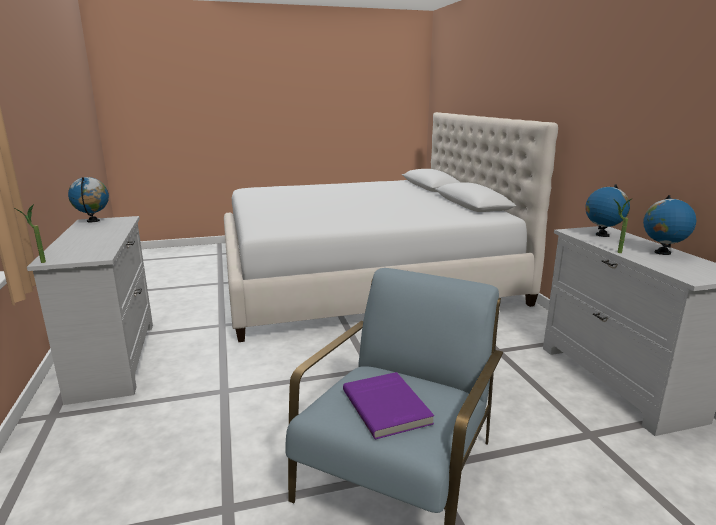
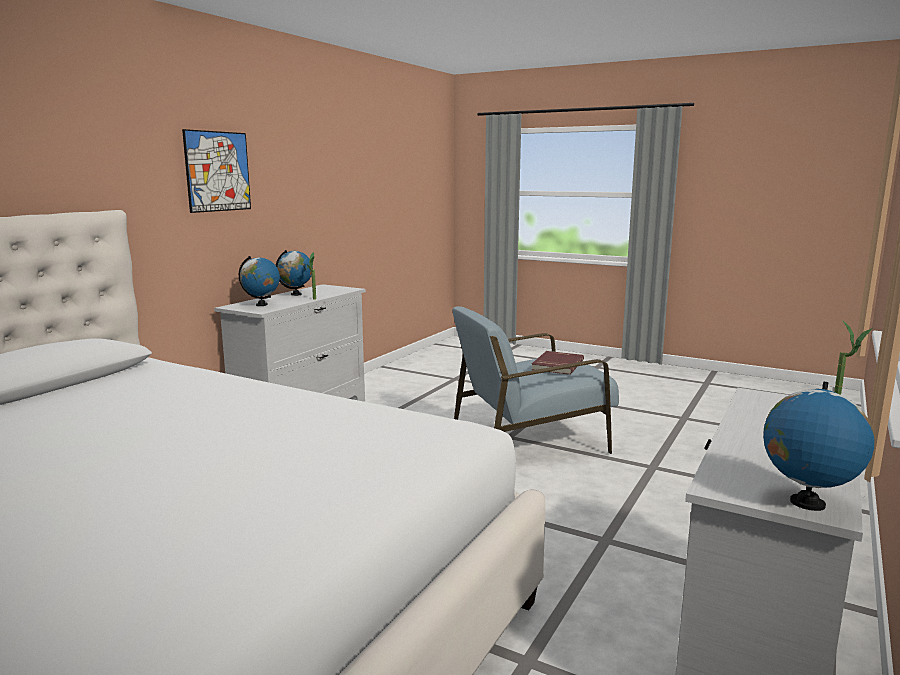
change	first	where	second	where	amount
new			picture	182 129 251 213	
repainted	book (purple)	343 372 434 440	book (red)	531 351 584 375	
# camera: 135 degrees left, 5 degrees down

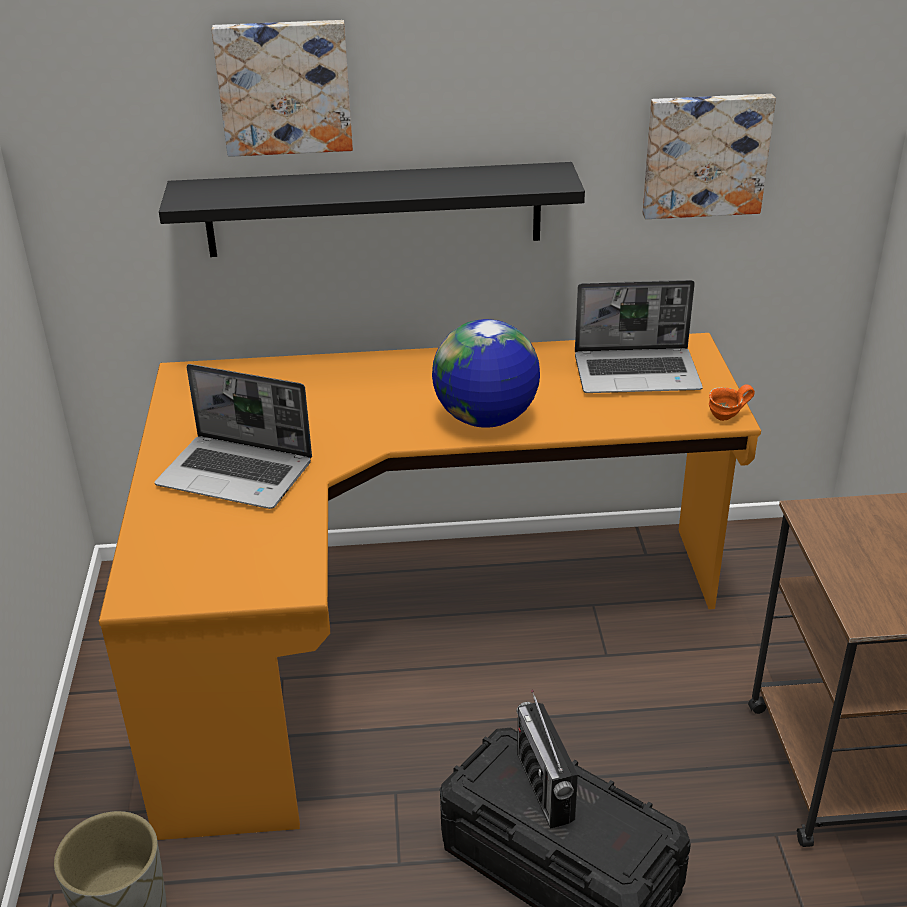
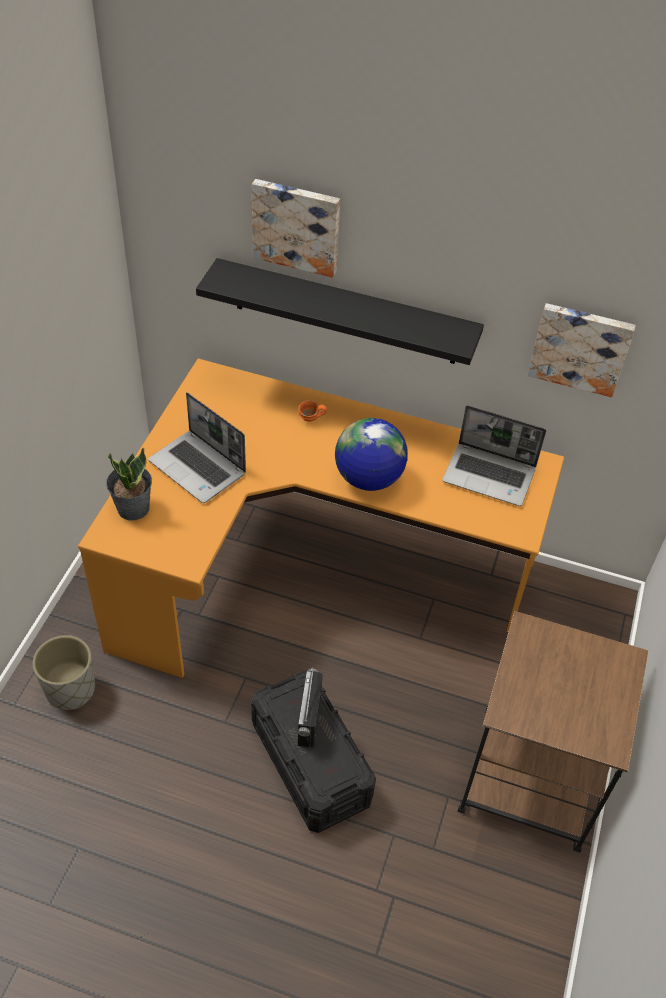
change	first	where	second	where	amount
new			potted plant	106 448 152 521	
shifted	mug (orange)	709 384 755 421		298 400 327 422	
# camera: 20 degrees right, 15 degrees up

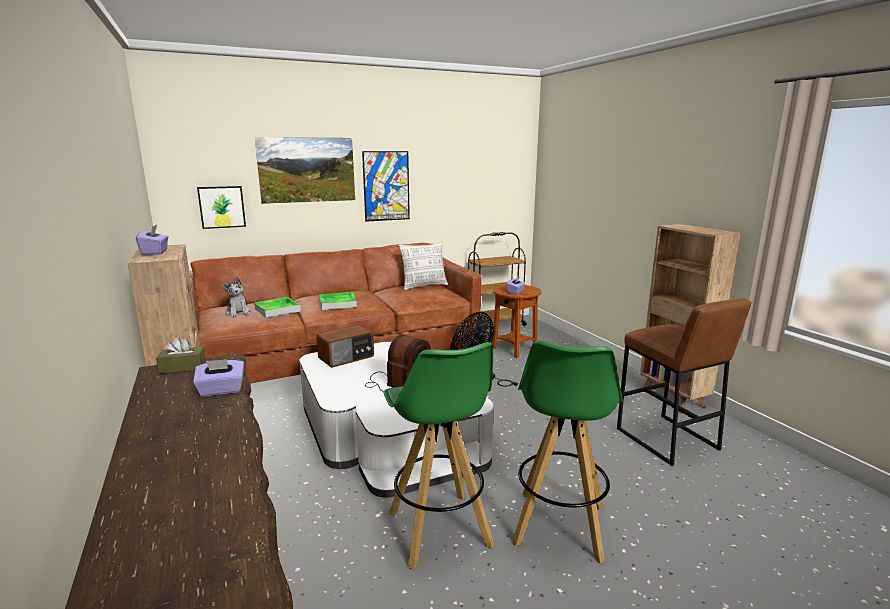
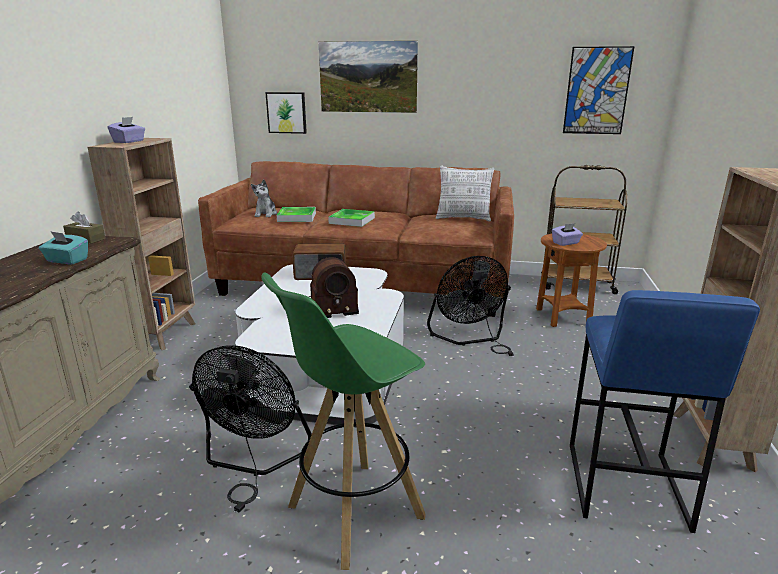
change	first	where	second	where	amount
shifted	picture	362 151 410 222		563 46 635 134	
swapped	stool (green)	383 342 494 570	fan (black)	189 345 312 512	
repainted	tissue box (purple)	193 359 244 397	tissue box (turquoise)	39 231 88 265	
repainted	stool (brown)	617 298 751 466	stool (blue)	570 290 760 533	
# camera: 35 degrees right, 5 degrees up

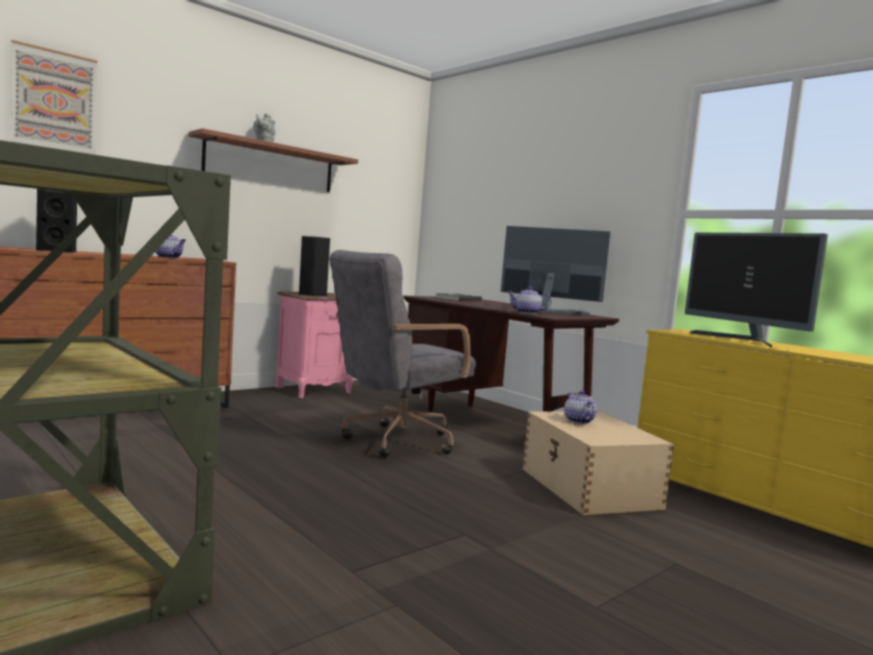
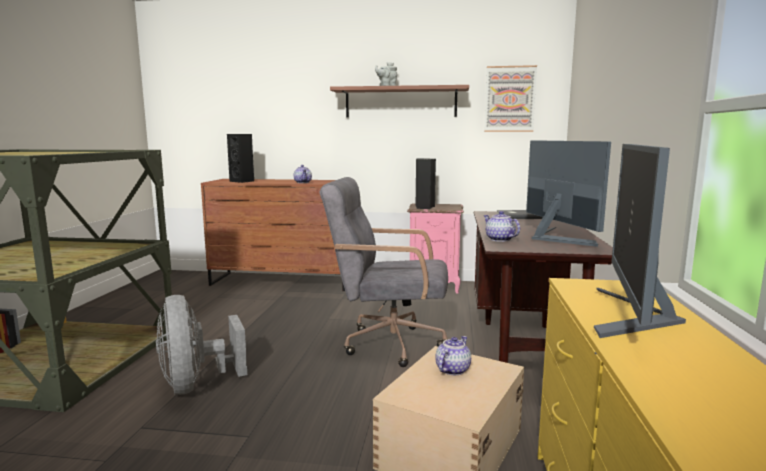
change	first	where	second	where	amount
new			fan (grey)	156 295 247 395	
shifted	picture	11 40 97 155		484 65 537 132	
# camera: 50 degrees right, 5 degrees up

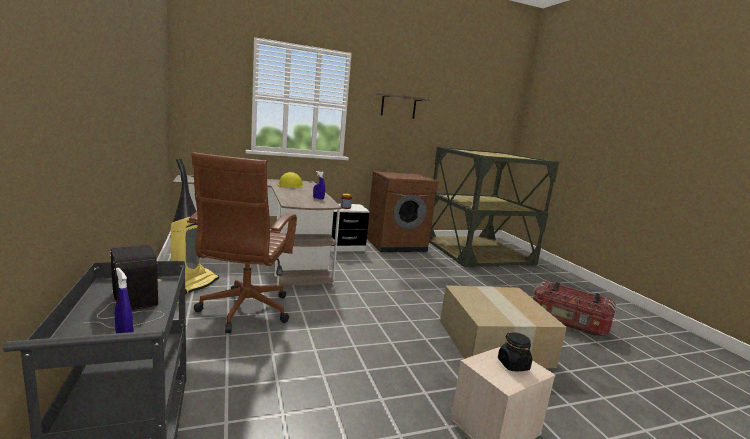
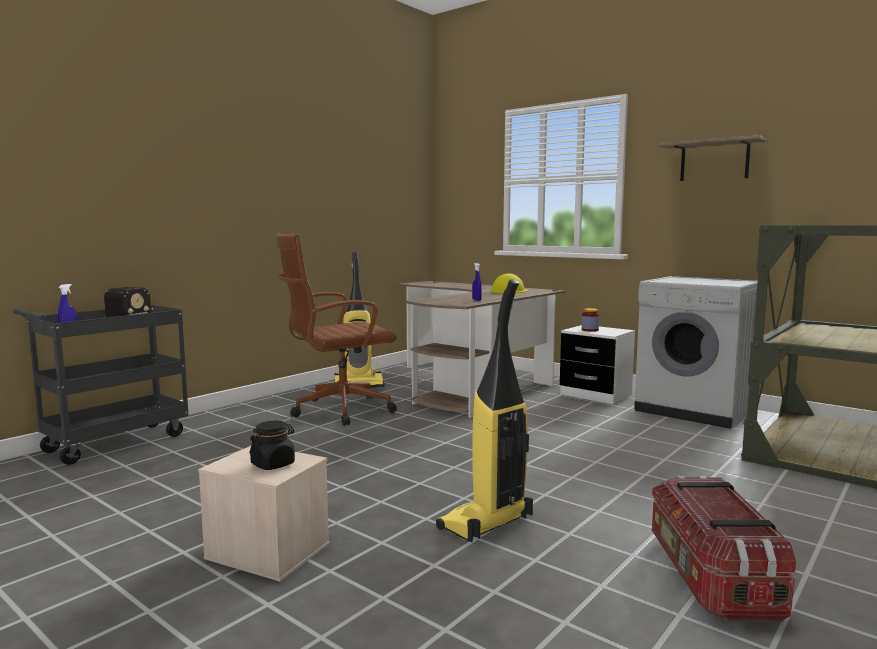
change	first	where	second	where	amount
swapped	cardboard box	440 285 567 368	vacuum cleaner	436 279 533 542	
repainted	washing machine (brown)	367 171 438 252	washing machine (white)	634 276 758 429	
# camera: 60 degrees right, 5 degrees down

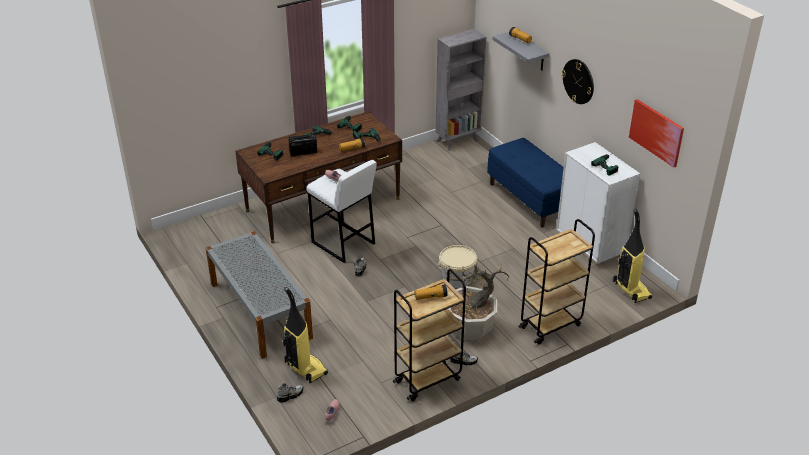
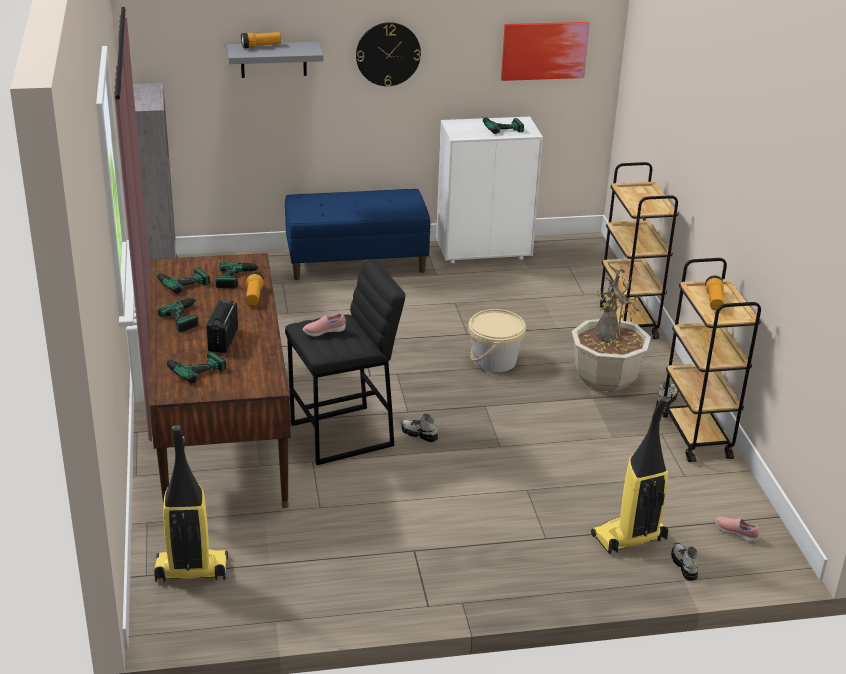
change	first	where	second	where	amount
gone	bench (grey)	206 231 313 359			
shifted	vacuum cleaner	613 209 652 303		154 425 228 582	
repainted	stool (white)	307 160 377 263	stool (black)	285 259 405 465	
# camera: 70 degrees left, 5 degrees down

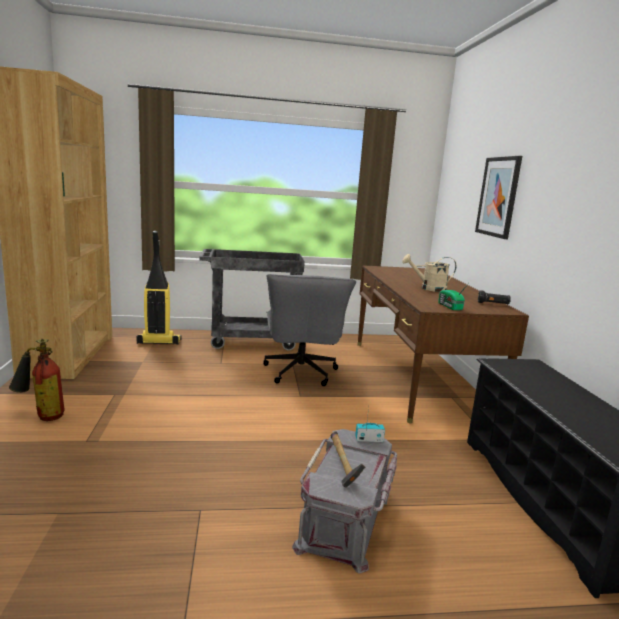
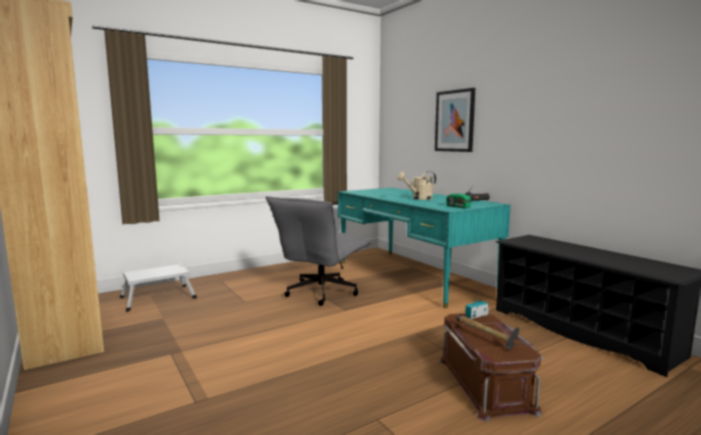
change	first	where	second	where	amount
gone	fire extinguisher	9 339 65 421			
gone	cart (grey)	200 249 305 350			
swapped	vacuum cleaner	136 231 182 345	step ladder (white)	120 264 197 312	
repainted	storage box (grey)	292 429 397 573	storage box (brown)	439 313 544 422	
repainted	desk (brown)	357 265 529 424	desk (turquoise)	338 188 511 308	
rotated	office chair (grey)	263 274 356 386		265 196 371 306	60 degrees clockwise
# camera: 25 degrees left, 5 degrees down

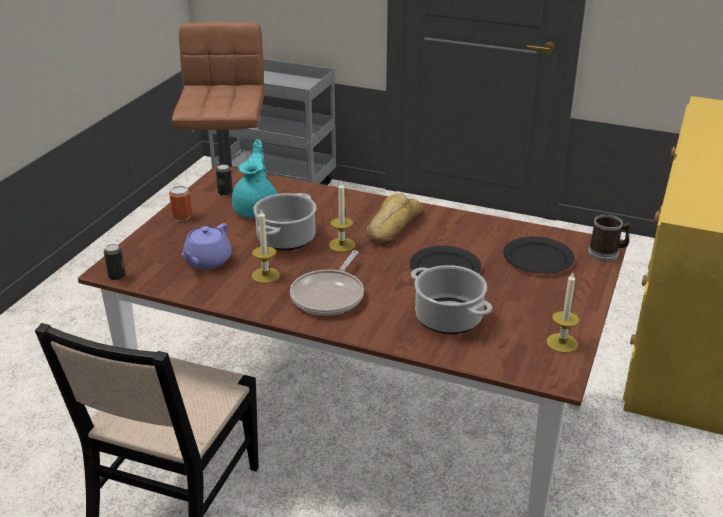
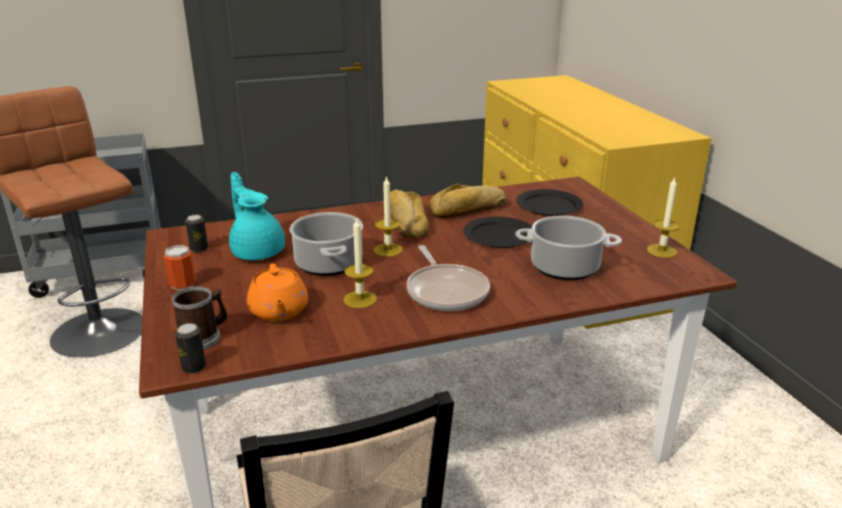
change	first	where	second	where	amount
new			bread	429 184 506 218	
shifted	mug	588 214 631 262		172 287 227 350	
repainted	teapot (purple)	181 223 232 269	teapot (orange)	247 264 308 321	
# camera: 40 degrees left, 5 degrees down

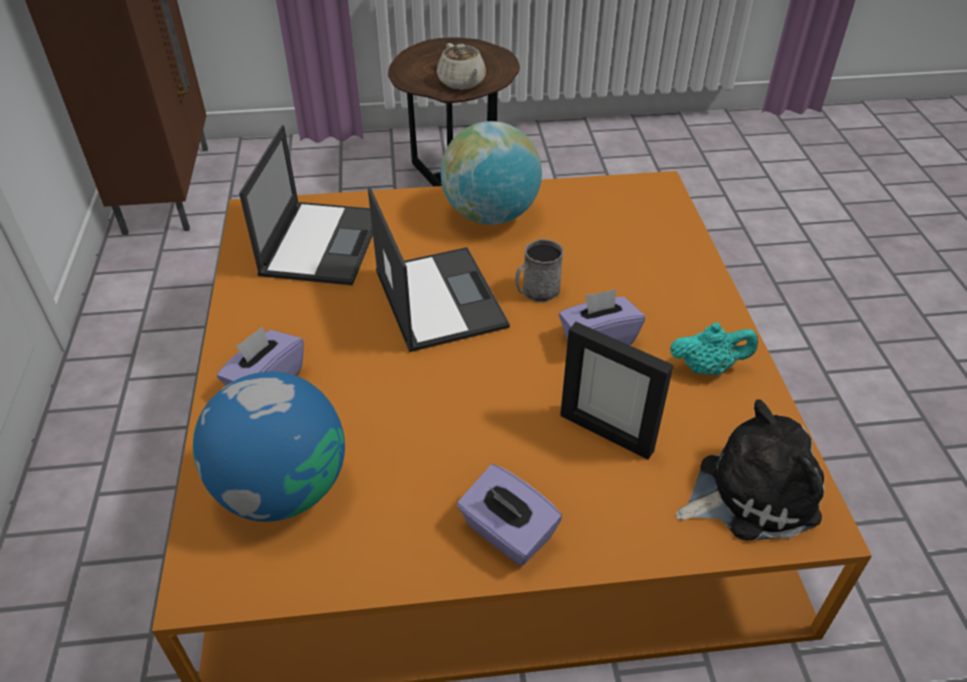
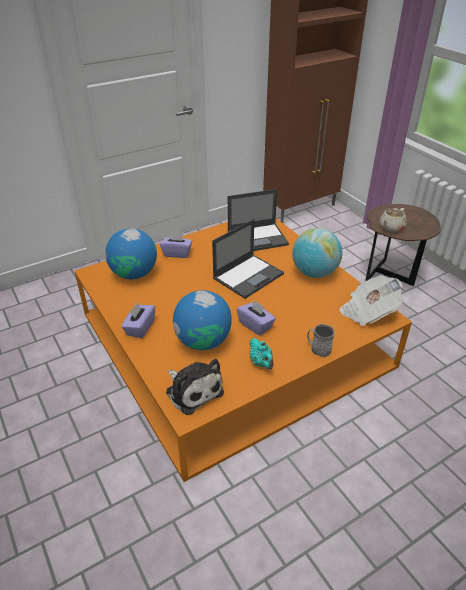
change	first	where	second	where	amount
new			newspaper	340 275 403 326	
shifted	mug (grey)	515 239 564 303		307 324 334 357	
swapped	picture frame	560 322 674 459	globe	173 290 232 350	
# camera: 65 degrees right, 5 degrees down

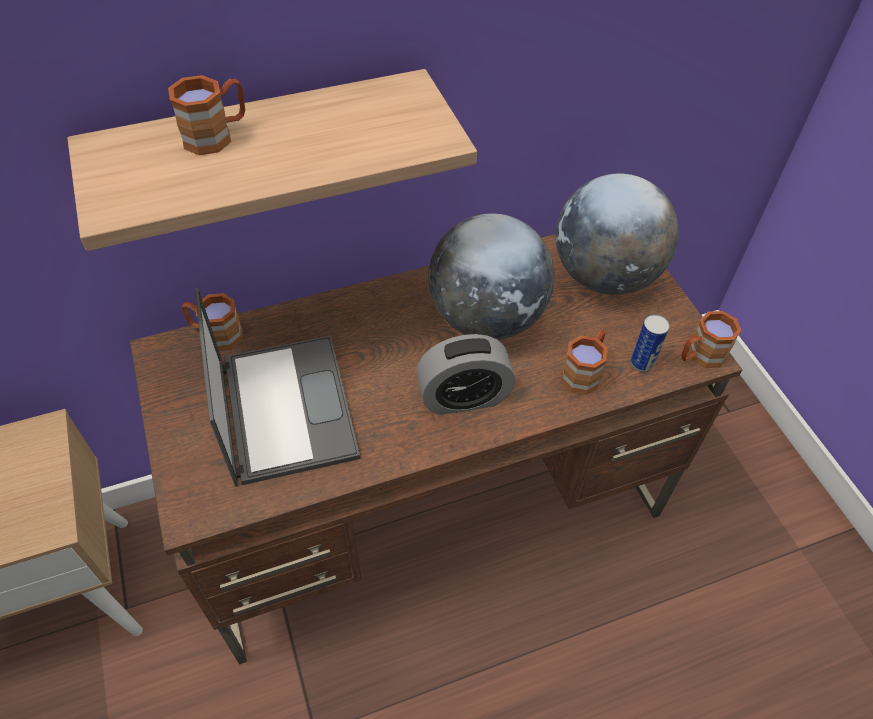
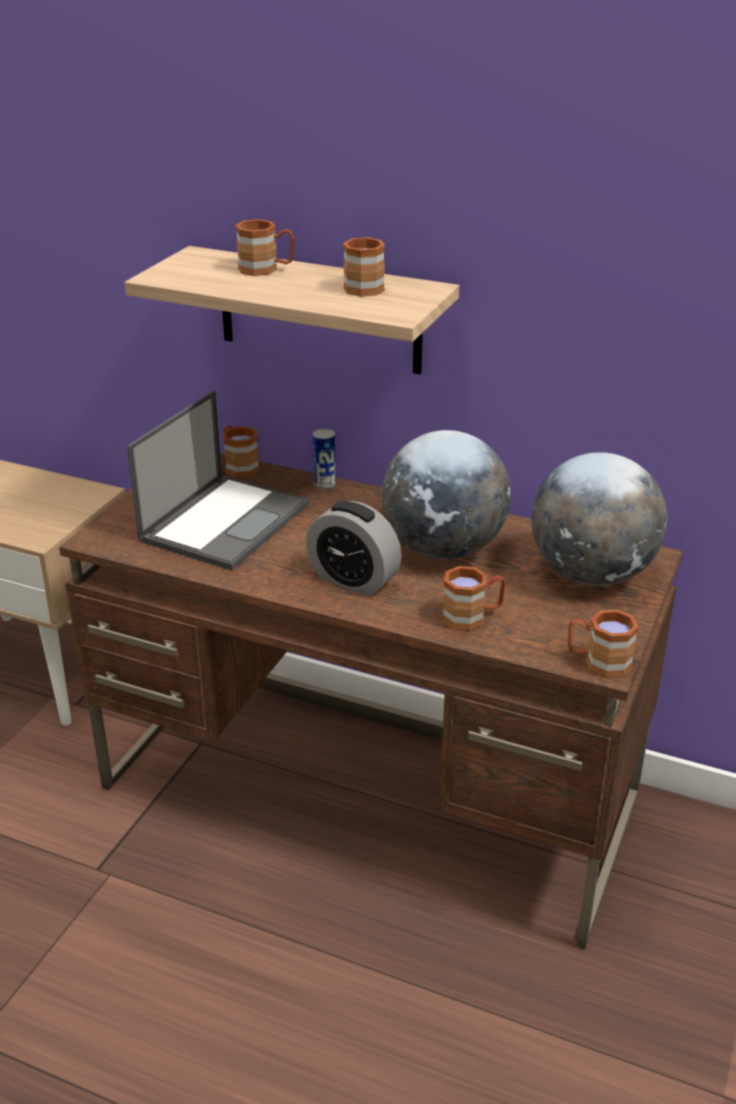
change	first	where	second	where	amount
new			mug (brown)	343 237 385 297	
shifted	can	631 315 669 372		313 428 336 489	
# camera: 45 degrees right, 20 degrees down

